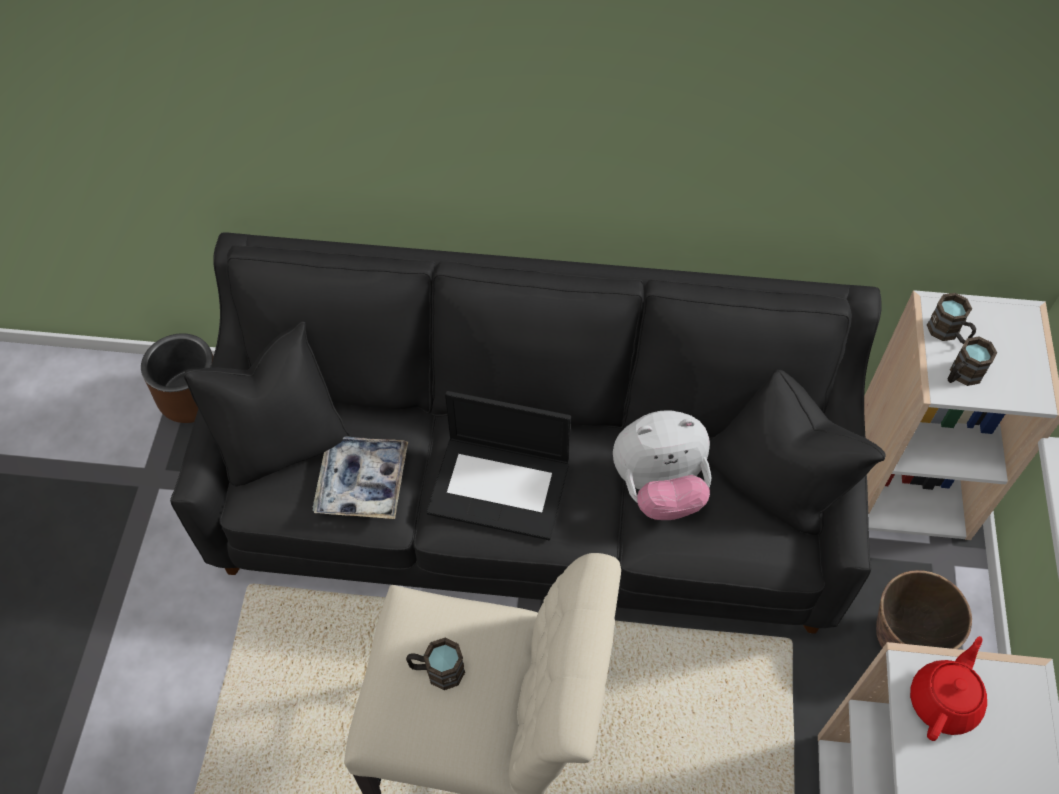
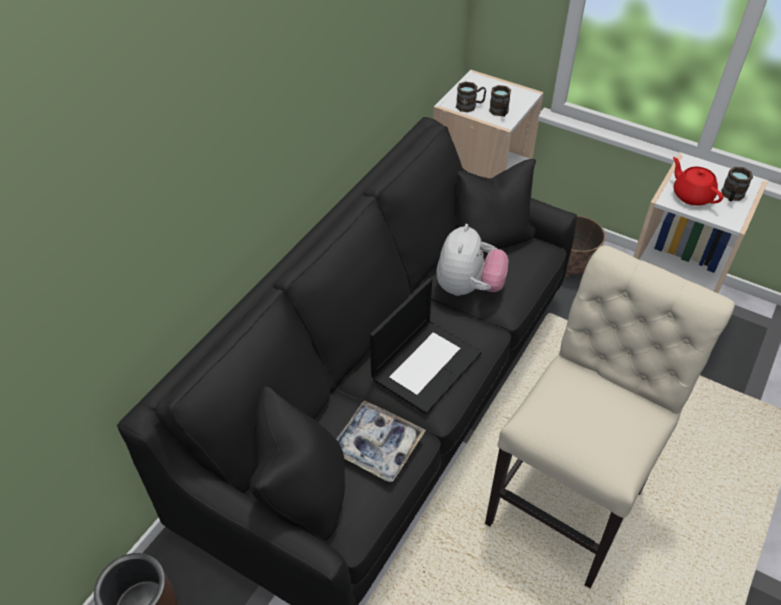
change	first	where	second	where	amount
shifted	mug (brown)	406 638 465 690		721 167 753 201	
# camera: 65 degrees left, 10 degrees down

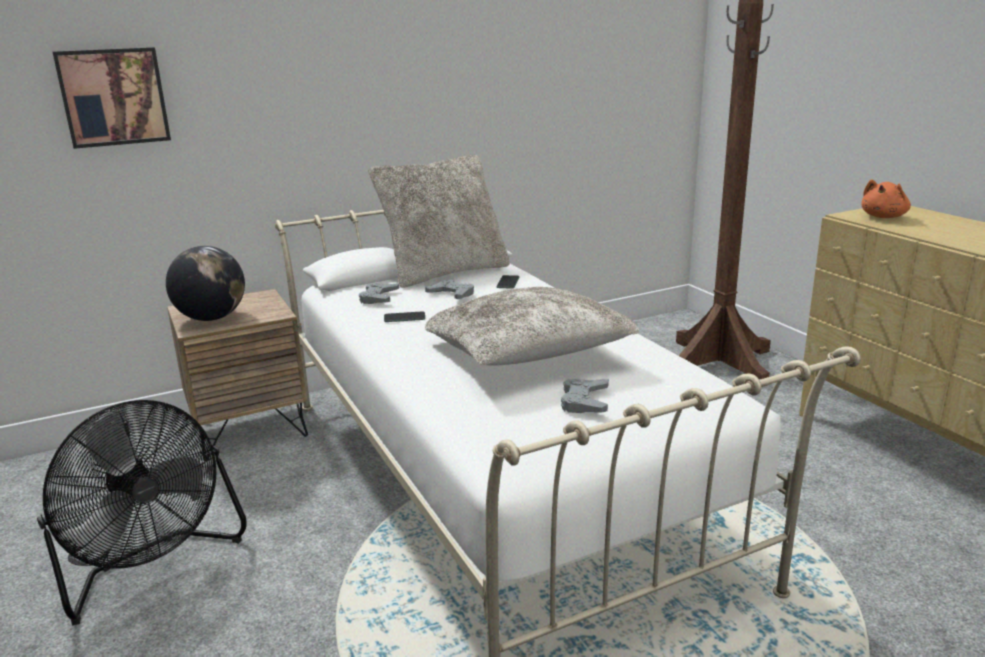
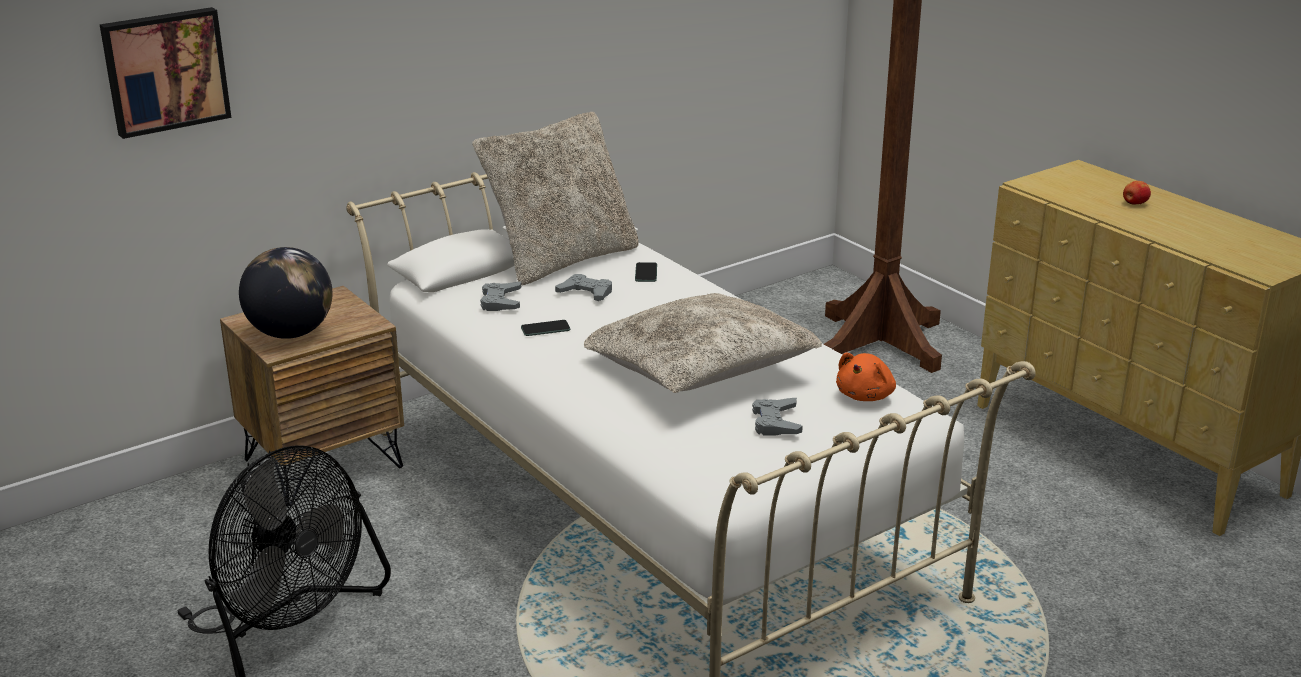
change	first	where	second	where	amount
new			apple	1123 181 1151 205	
shifted	plush toy (orange)	861 179 911 218		836 352 896 401	
# camera: 10 degrees left, 5 degrees up

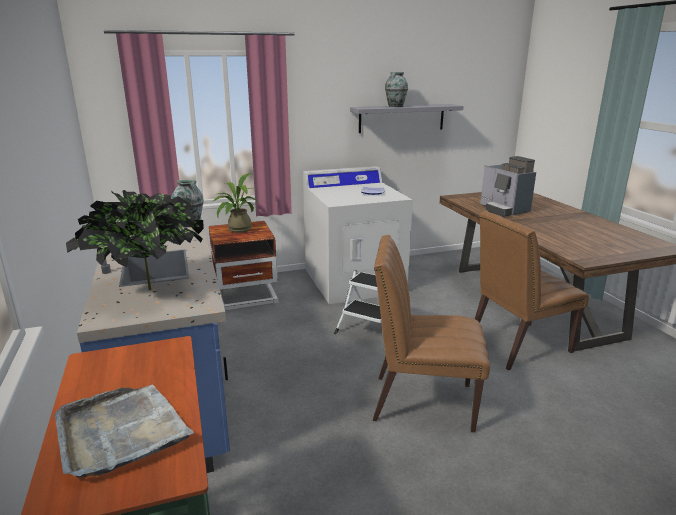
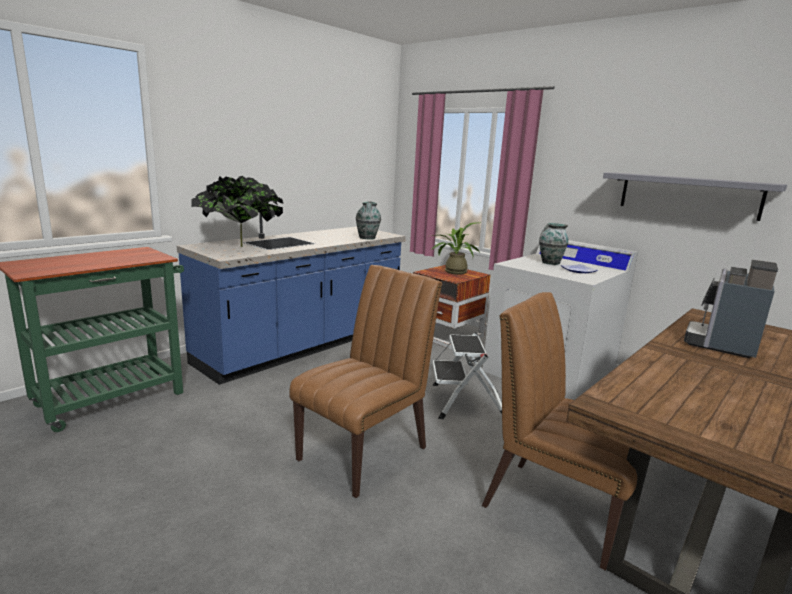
change	first	where	second	where	amount
gone	tray (grey)	55 385 194 478			
shifted	vase	385 72 408 107		539 223 568 265	
rotated	chair (brown)	373 235 490 432		289 265 442 498	60 degrees clockwise
# camera: 60 degrees right, 5 degrees down

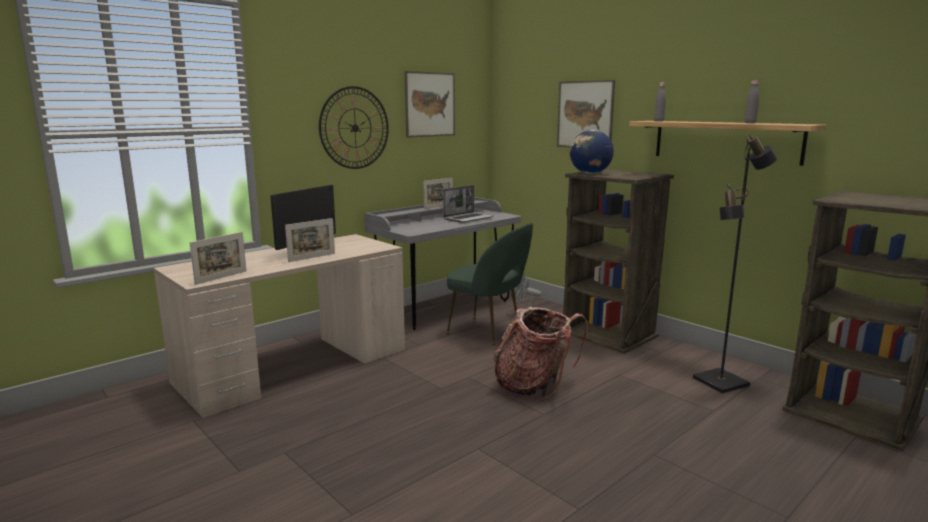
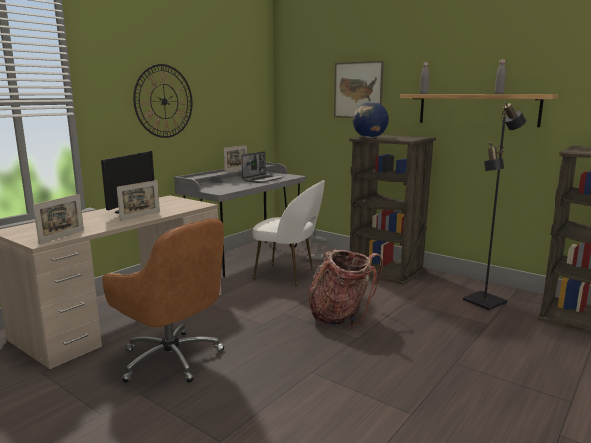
change	first	where	second	where	amount
gone	picture	405 71 455 138			
new			office chair (brown)	102 218 224 383	
repainted	chair (green)	446 223 533 345	chair (white)	253 180 325 285	
# camera: 10 degrees left, 0 degrees up

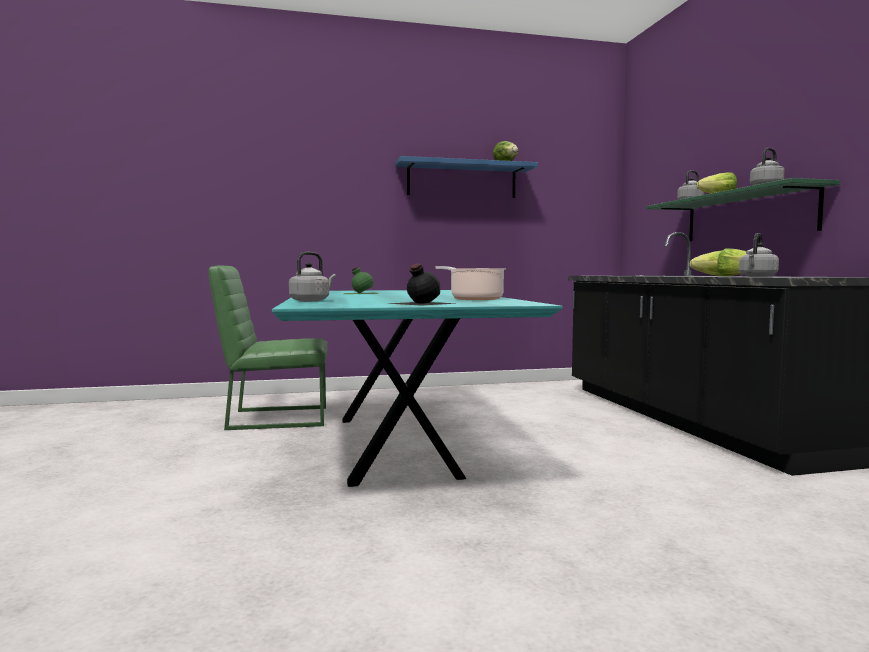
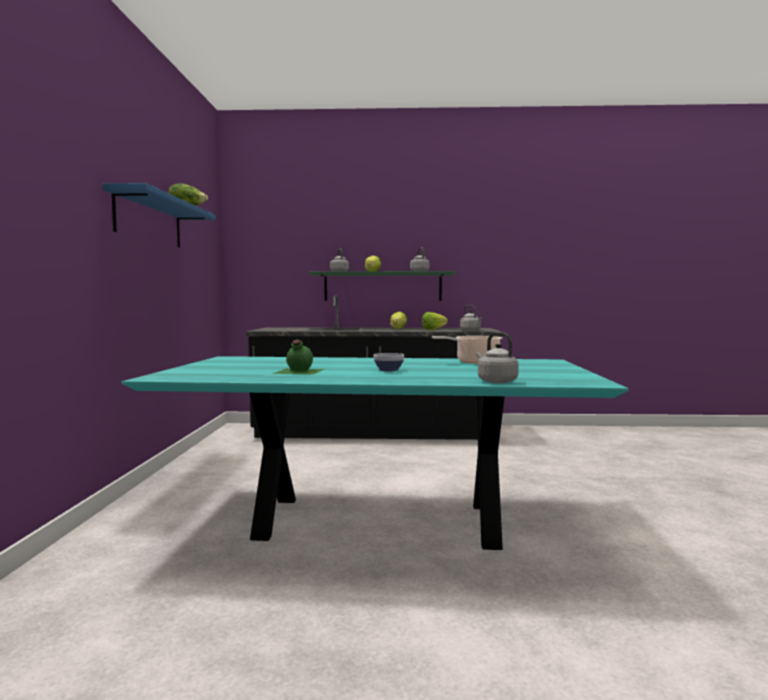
change	first	where	second	where	amount
gone	chair (green)	208 266 328 430			
gone	bottle (black)	387 263 457 306			
new			bowl	373 353 404 372	
# camera: 75 degrees left, 0 degrees up

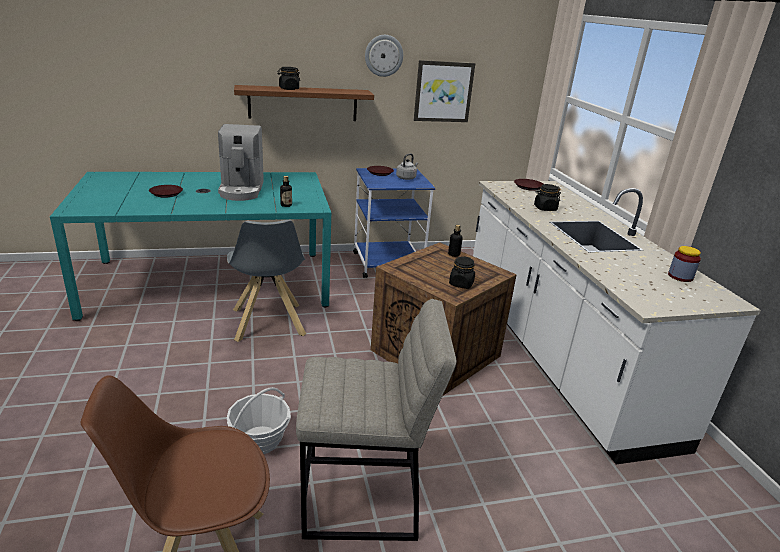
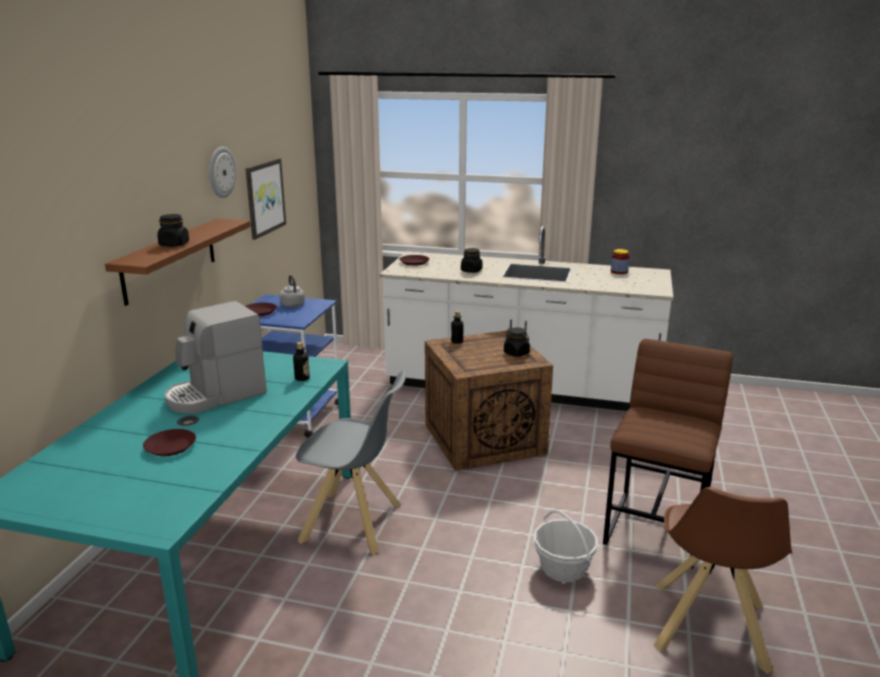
change	first	where	second	where	amount
repainted	chair (grey)	296 299 456 541	chair (brown)	603 339 733 569	
rotated	coffee machine	218 124 264 201		165 301 267 414	120 degrees clockwise
# camera: 60 degrees left, 5 degrees down

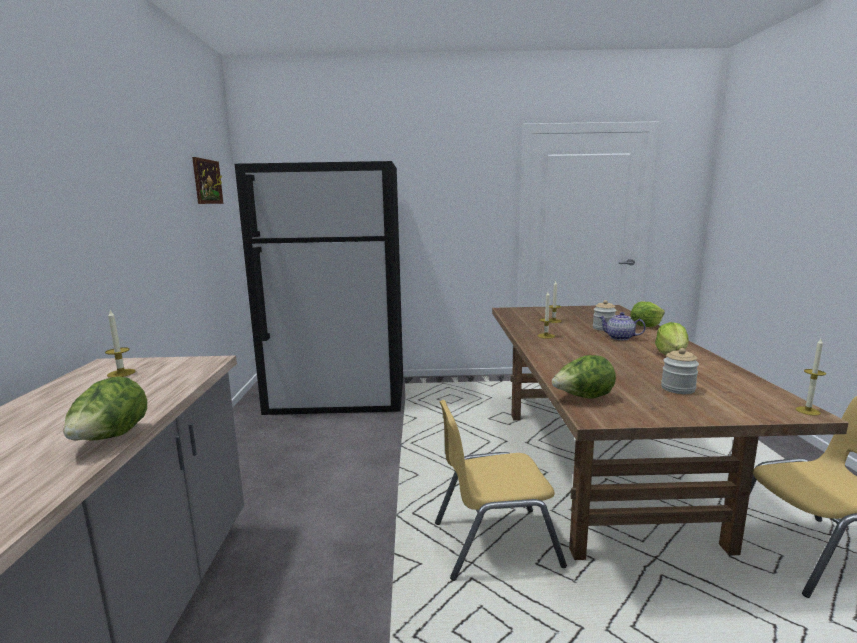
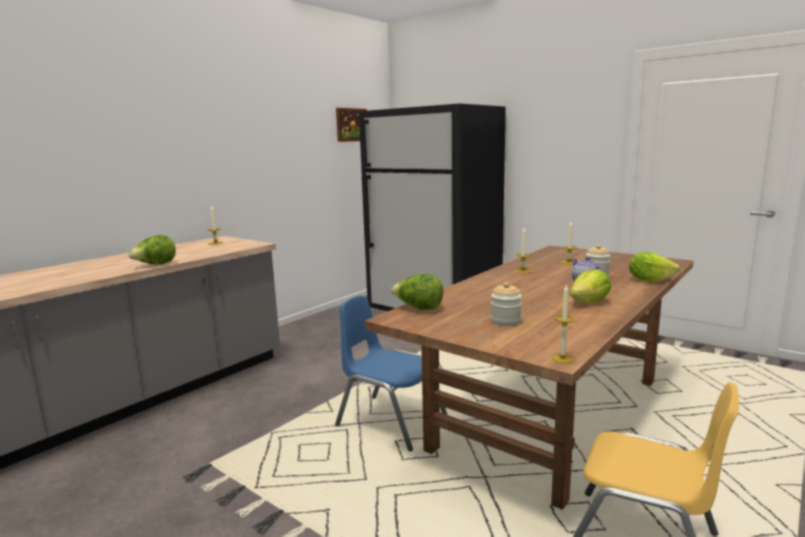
change	first	where	second	where	amount
repainted	chair (yellow)	435 400 567 581	chair (blue)	335 295 447 451	
# camera: 40 degrees right, 0 degrees up

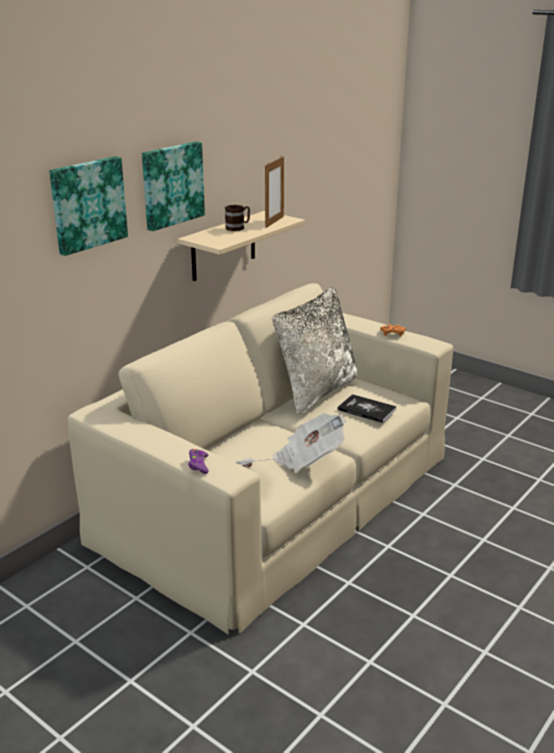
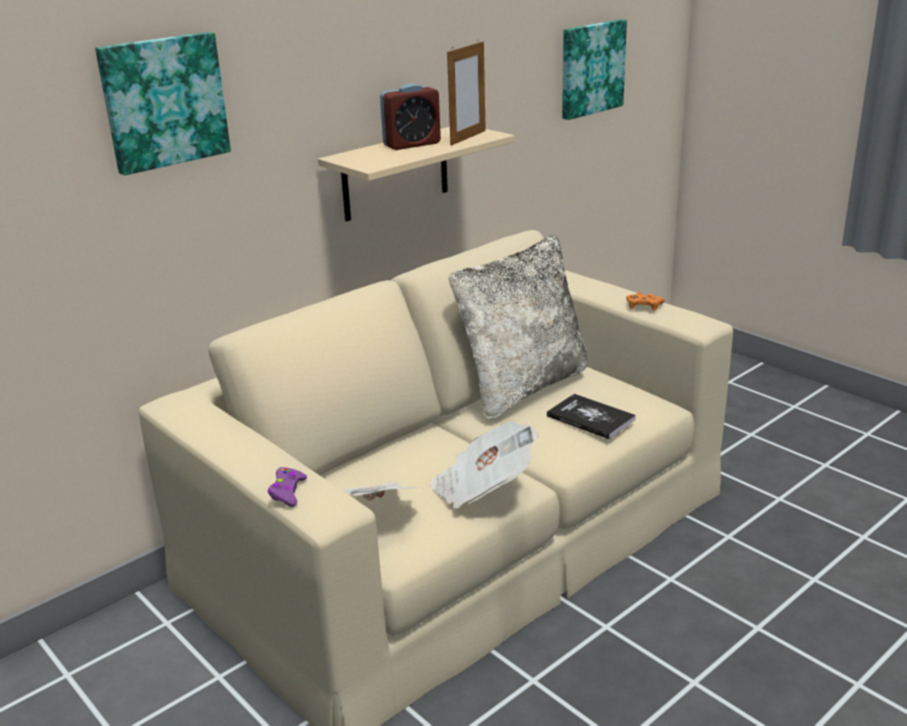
change	first	where	second	where	amount
shifted	picture	142 141 205 231		562 19 627 120	
swapped	mug (brown)	225 205 250 231	alarm clock	380 84 441 150	
# camera: 10 degrees right, 0 degrees up

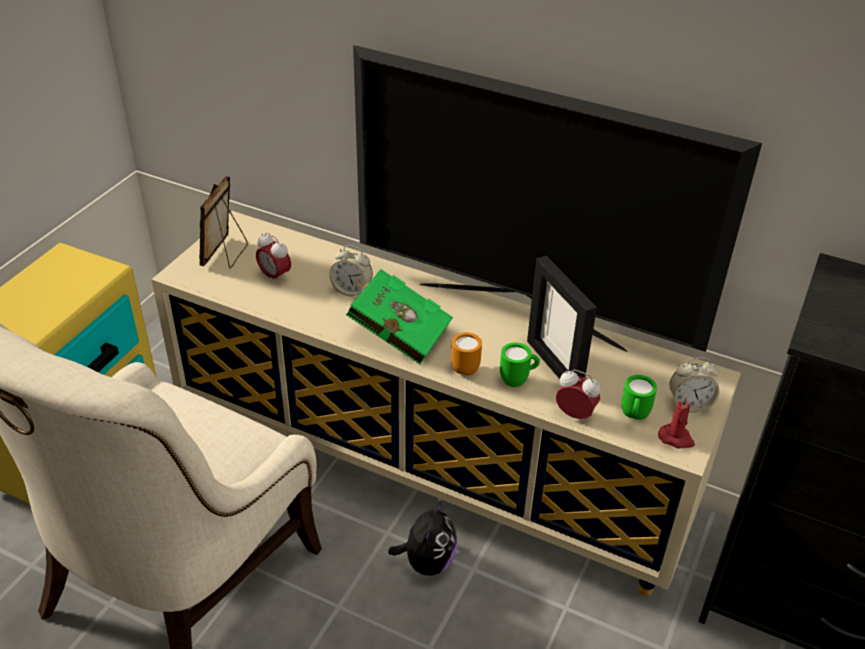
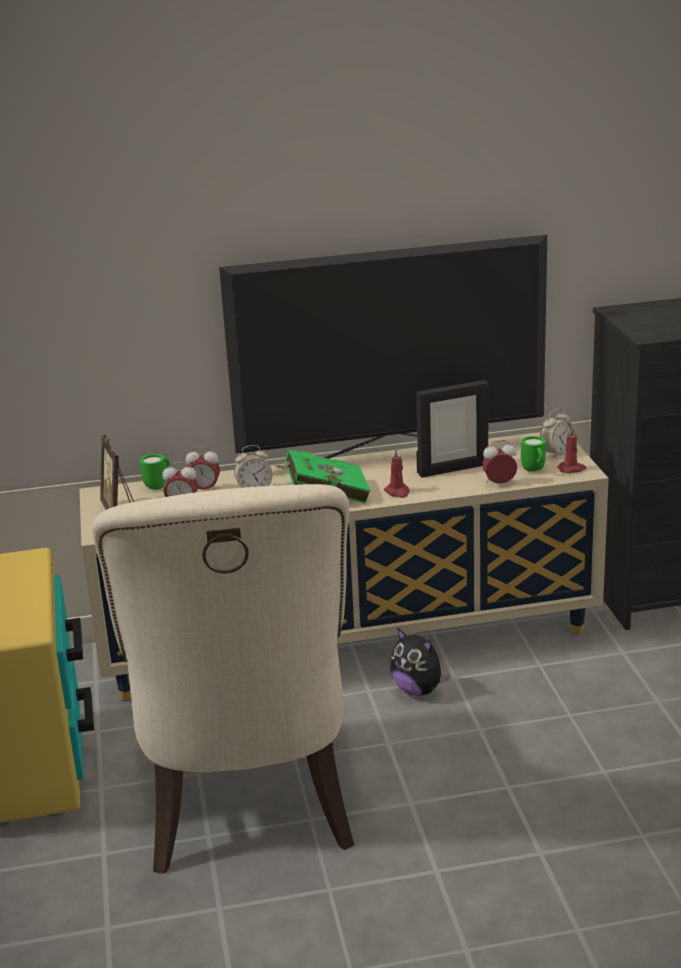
change	first	where	second	where	amount
new			alarm clock	186 447 220 490	
shifted	mug (green)	500 342 540 387		140 454 170 490	
swapped	mug (orange)	451 332 482 375	candle (red)	384 449 410 498	
rotated	plush toy	388 499 457 576		390 627 451 696	150 degrees clockwise
rotated	picture frame	527 256 597 379		416 380 488 478	45 degrees counterclockwise
# camera: 35 degrees left, 15 degrees down

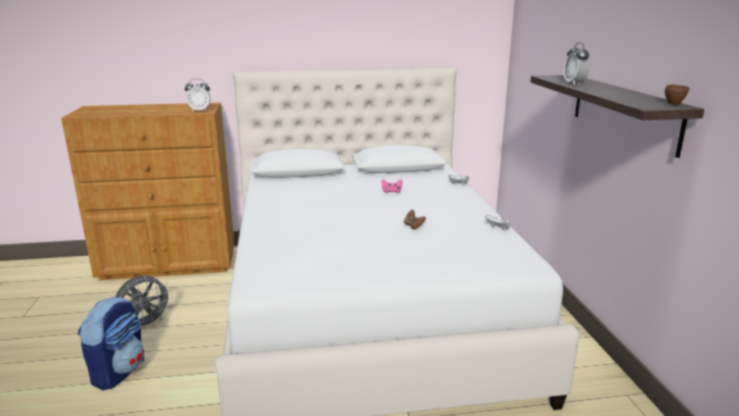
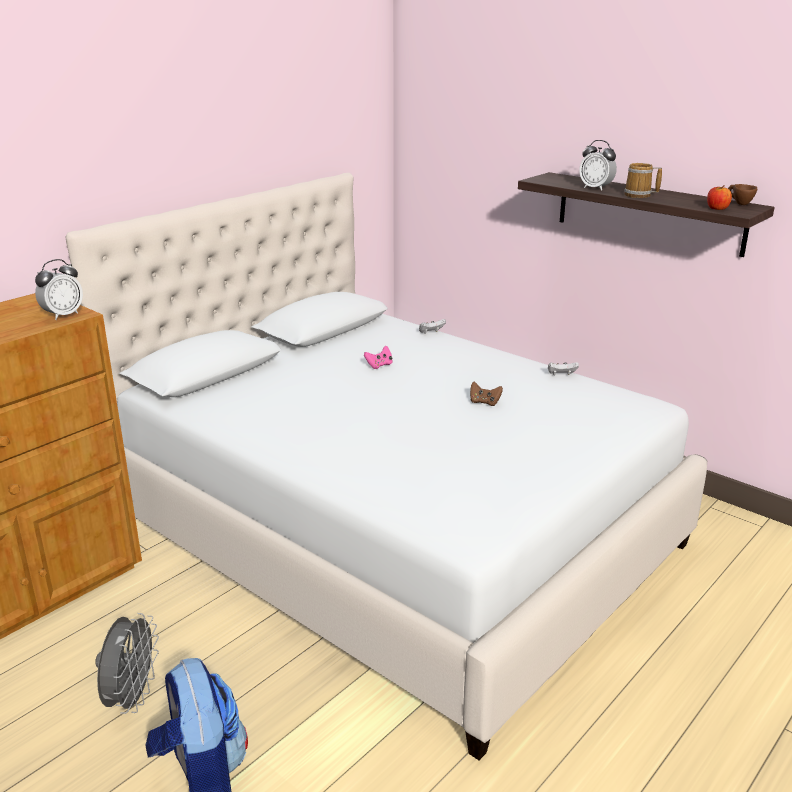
change	first	where	second	where	amount
new			mug	624 163 662 198	
new			apple	707 185 732 210	
# camera: 40 degrees left, 5 degrees up

